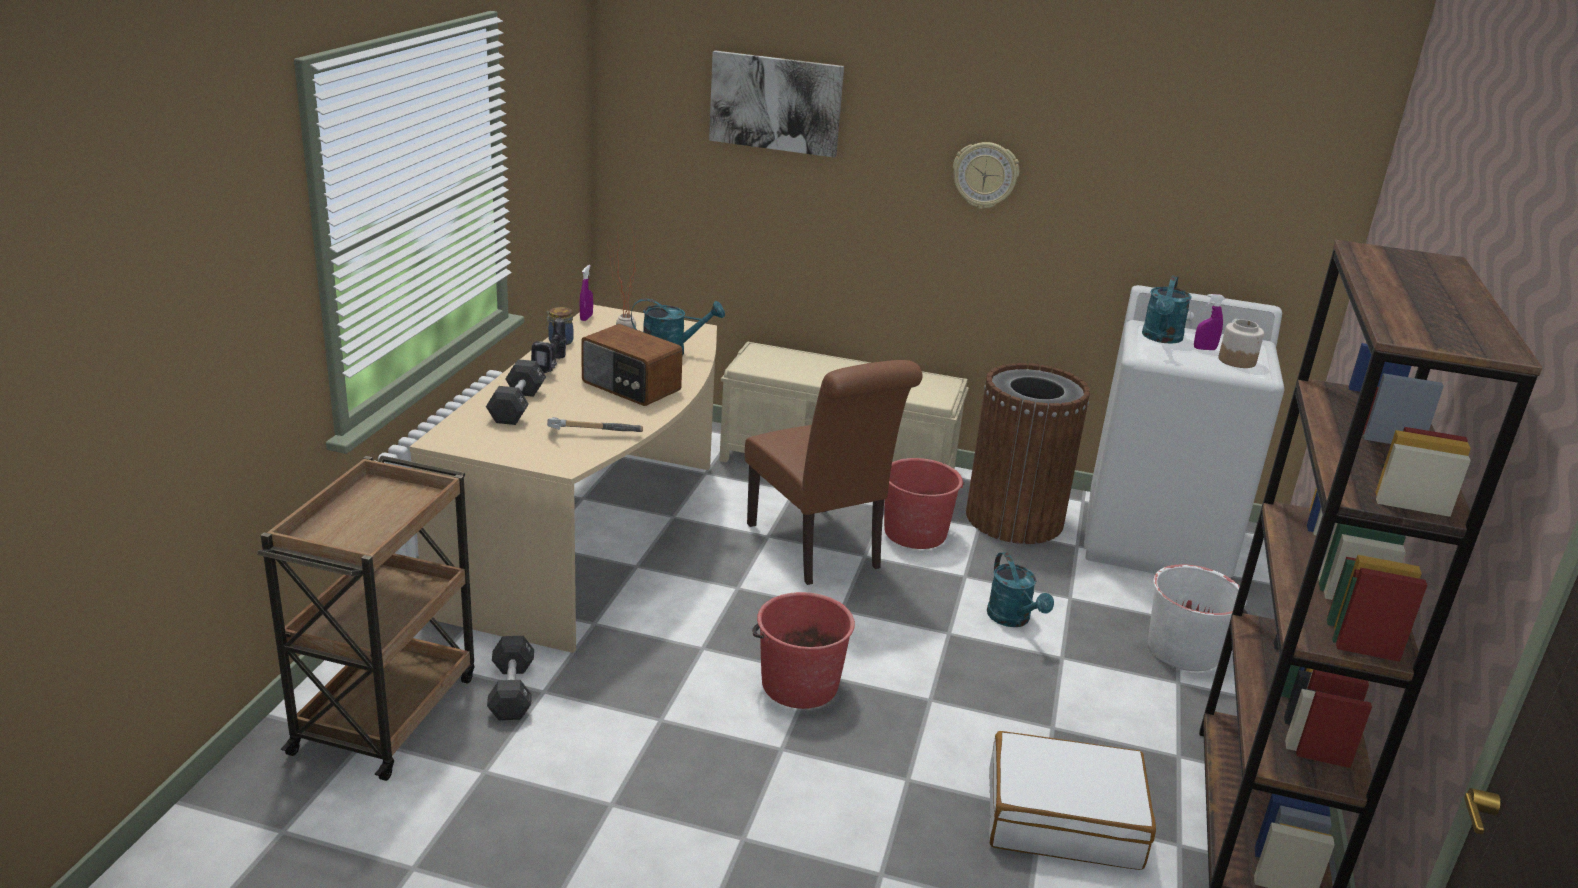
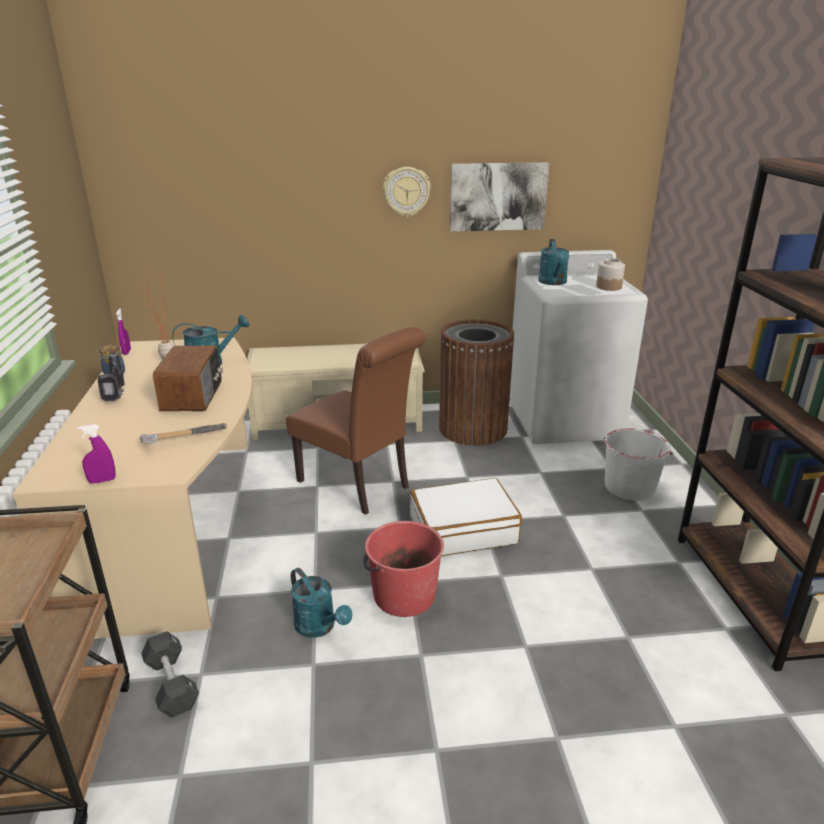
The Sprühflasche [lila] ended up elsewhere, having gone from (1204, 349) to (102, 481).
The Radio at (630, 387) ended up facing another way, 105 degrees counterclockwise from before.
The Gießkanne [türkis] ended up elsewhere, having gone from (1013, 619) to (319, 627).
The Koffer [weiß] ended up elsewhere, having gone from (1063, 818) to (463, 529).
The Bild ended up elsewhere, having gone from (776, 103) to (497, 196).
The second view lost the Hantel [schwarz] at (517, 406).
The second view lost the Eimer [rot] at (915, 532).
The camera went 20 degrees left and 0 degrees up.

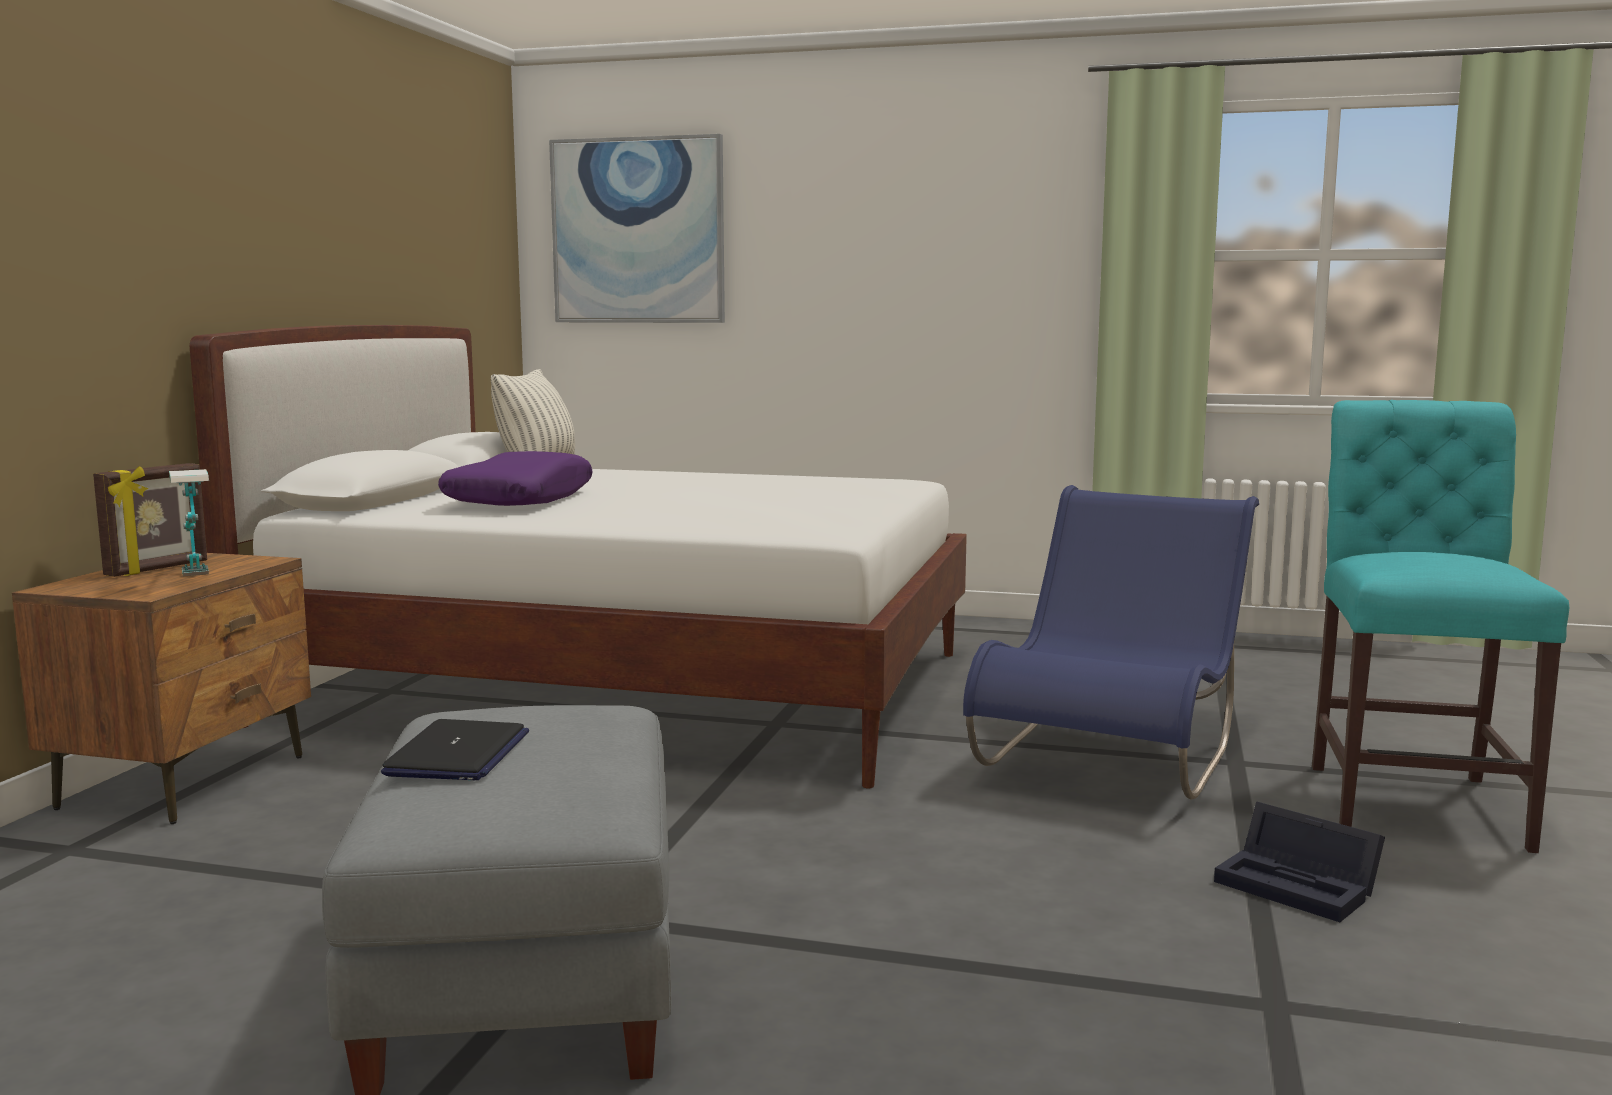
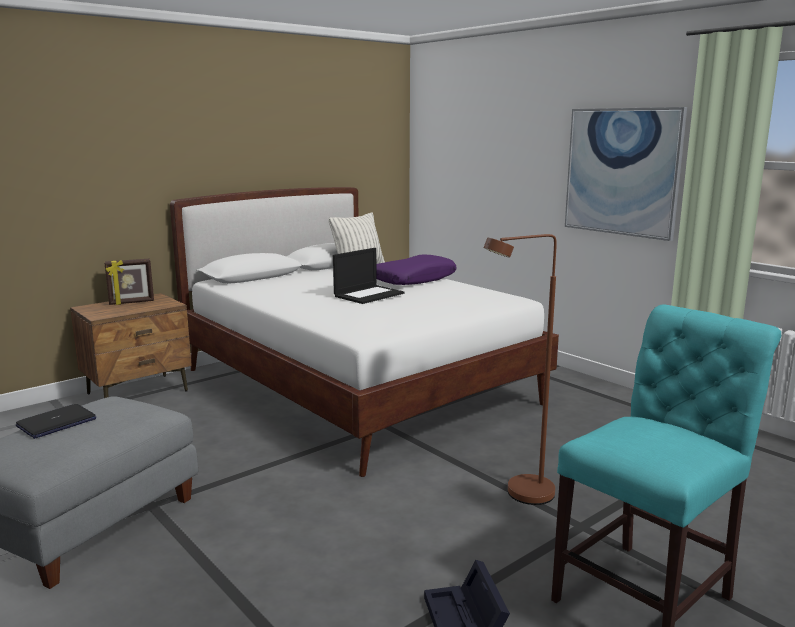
The second view gained the Laptop at (369, 295).
The Kissen [lila] ended up elsewhere, having gone from (519, 500) to (413, 279).
Where the Stuhl [blau] stood at (1113, 753), the Stehlampe [braun] came to stand at (520, 496).
The Bild ended up elsewhere, having gone from (638, 231) to (622, 172).
The second view lost the Tischlampe at (197, 580).
The camera went 35 degrees right and 5 degrees up.

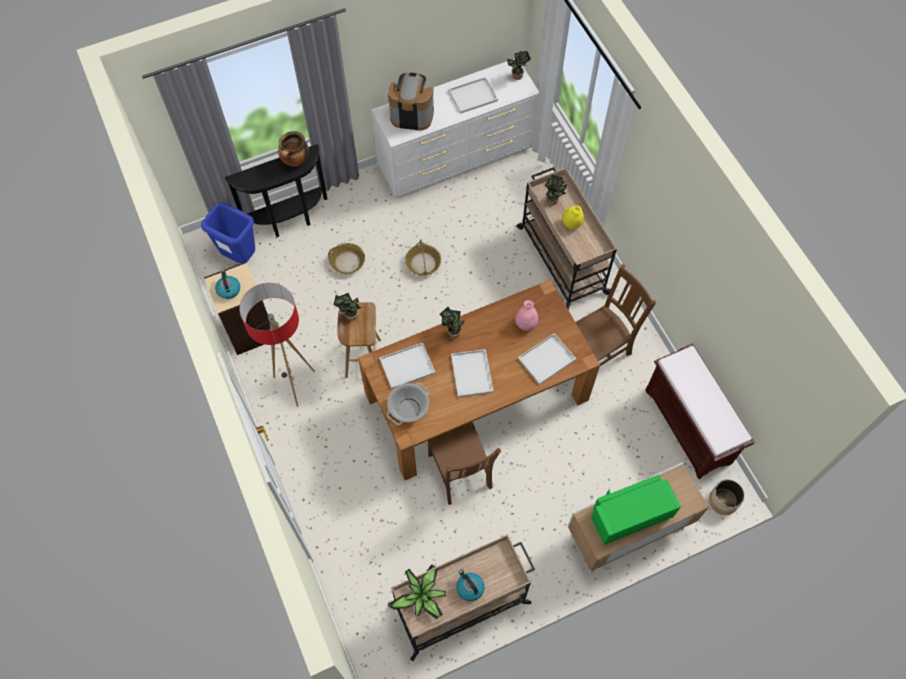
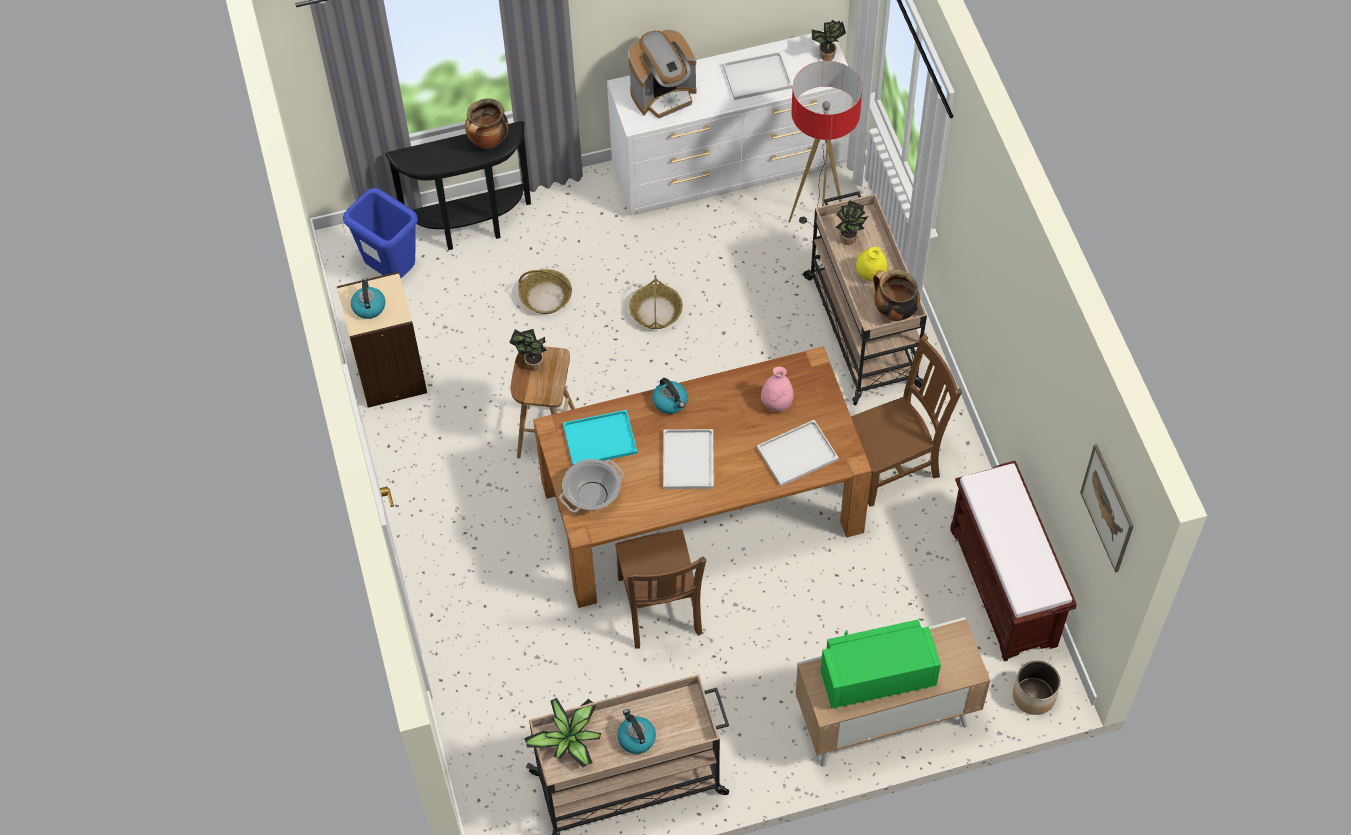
What was the Tablett [weiß] at (406, 367) turned into the Tablett [türkis] at (598, 440).
The Kaffeemaschine at (411, 115) ended up facing another way, 135 degrees clockwise from before.
Where the Topfpflanze stood at (452, 332), the Wasserkessel came to stand at (670, 402).
The Stehlampe ended up elsewhere, having gone from (295, 384) to (817, 234).
The second view gained the Kochtopf at (894, 312).
The second view gained the Bild at (1107, 508).
The camera went 10 degrees right and 5 degrees down.

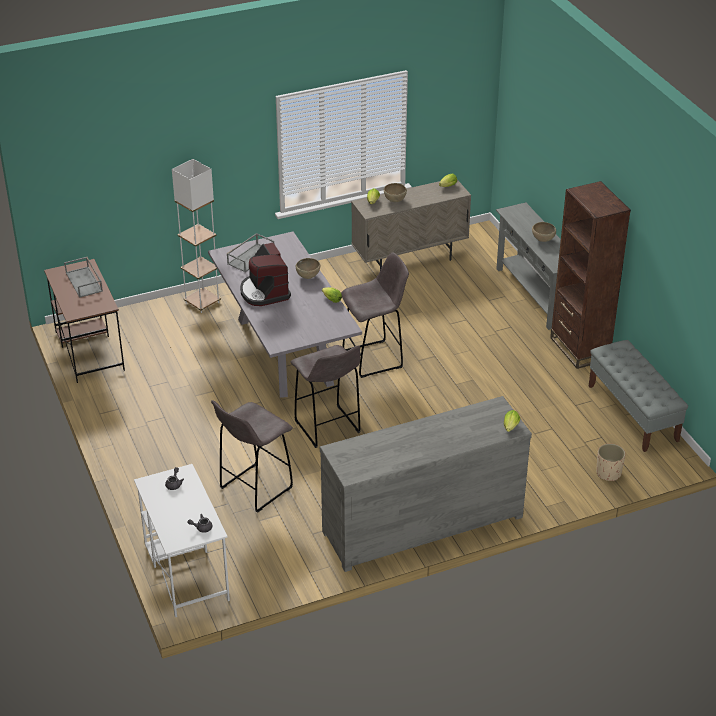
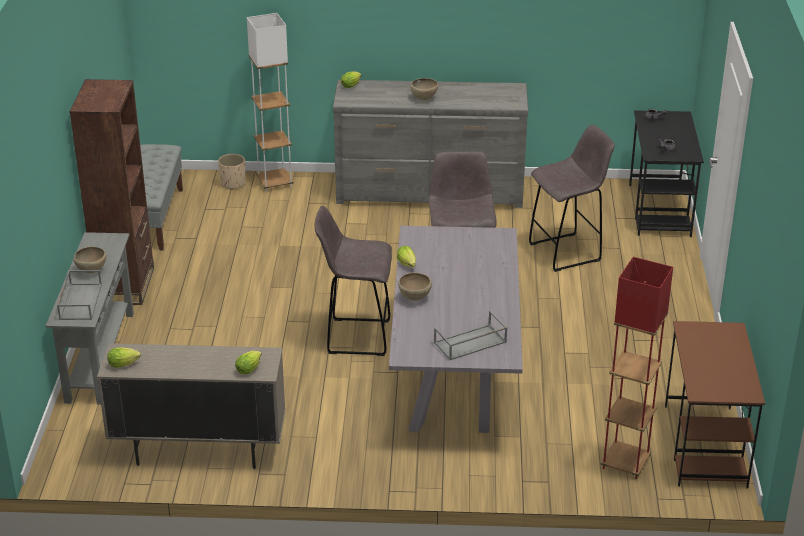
The Tablett [grau] ended up elsewhere, having gone from (84, 282) to (80, 301).
The Stehlampe [weiß] ended up elsewhere, having gone from (202, 303) to (275, 183).
The Schüssel [braun] ended up elsewhere, having gone from (394, 201) to (424, 98).
The second view gained the Stehlampe [rot] at (625, 463).
What was the Schreibtisch [weiß] at (186, 571) turned into the Schreibtisch [schwarz] at (659, 210).
The second view lost the Kaffeemaschine at (264, 292).
The camera went 155 degrees left and 5 degrees down.

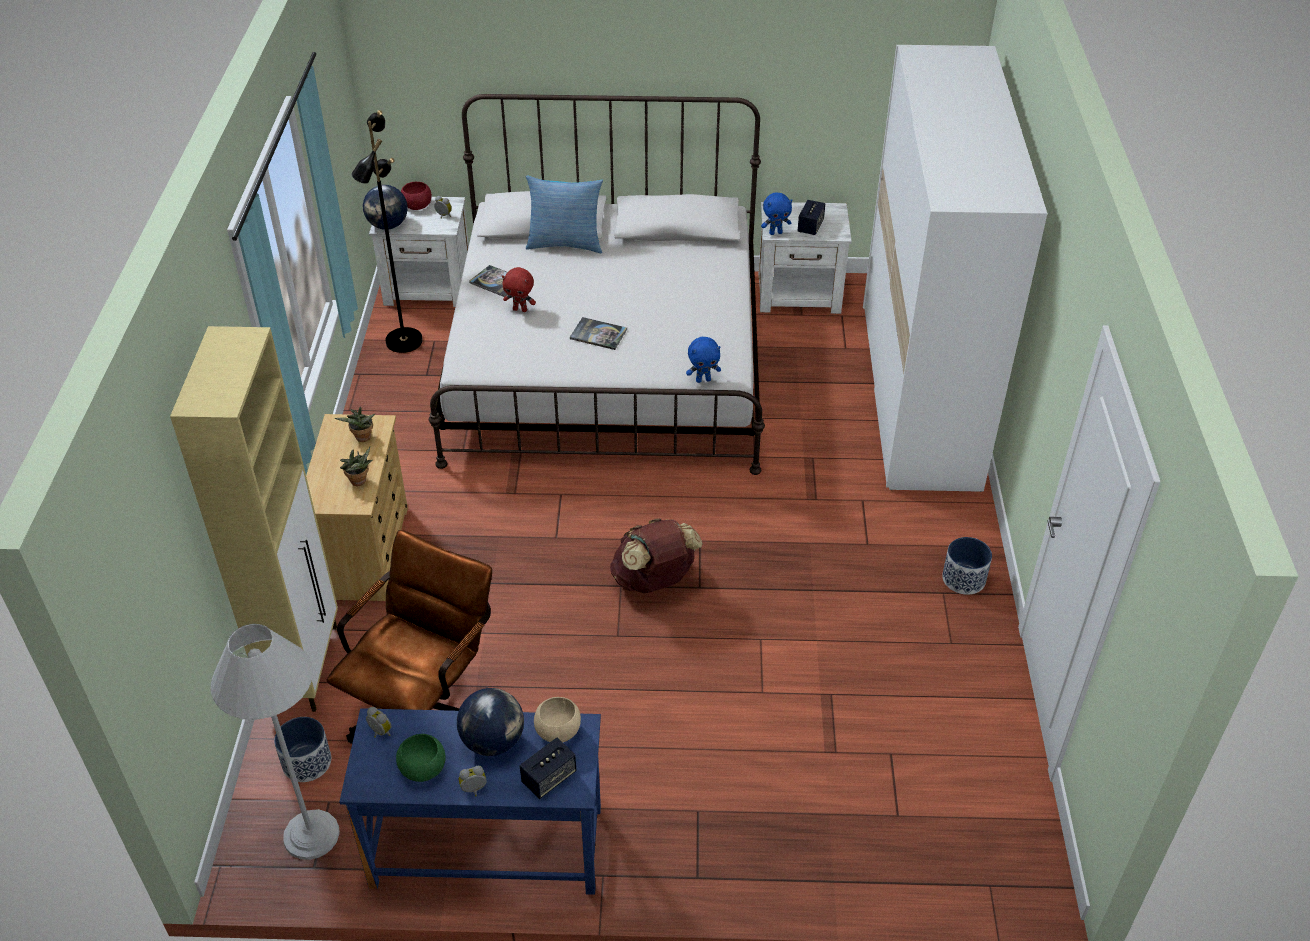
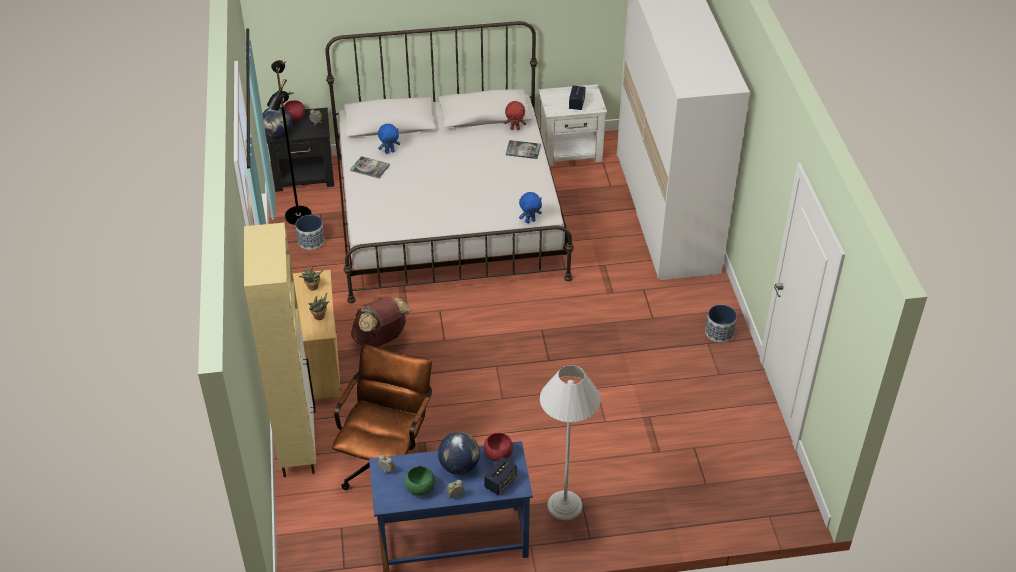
What was the Nachttisch [weiß] at (429, 288) turned into the Nachttisch [schwarz] at (305, 175).
The Pflanzkübel ended up elsewhere, having gone from (306, 762) to (311, 241).
The Rucksack [braun] ended up elsewhere, having gone from (654, 581) to (381, 339).
The Plüschtier [blau] ended up elsewhere, having gone from (775, 232) to (389, 151).
What was the Schüssel [beige] at (557, 731) turned into the Schüssel [rot] at (498, 454).
The Plüschtier [rot] ended up elsewhere, having gone from (520, 309) to (515, 129).
The Buch ended up elsewhere, having gone from (598, 334) to (523, 150).
The Stehlampe [weiß] ended up elsewhere, having gone from (311, 835) to (564, 506).
The second view lost the Kissen at (565, 243).
The camera went 10 degrees left and 0 degrees up.

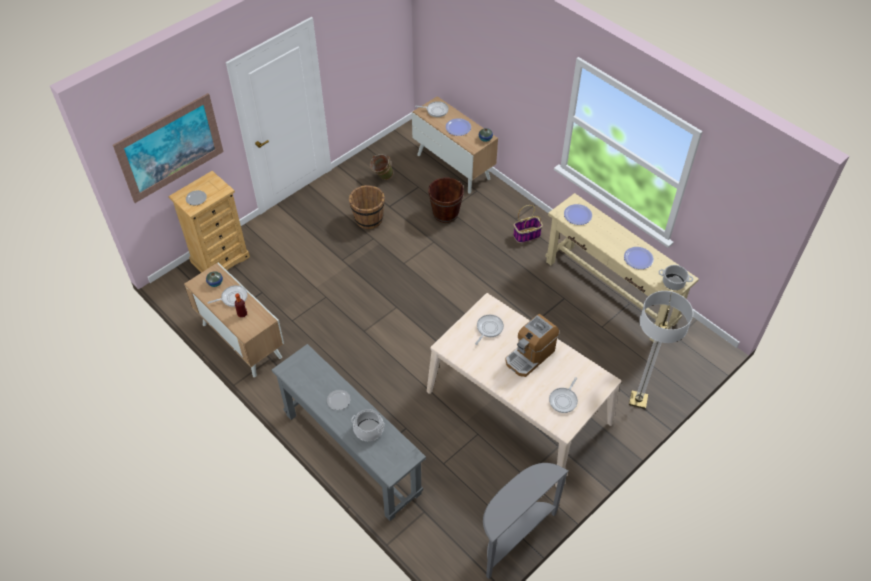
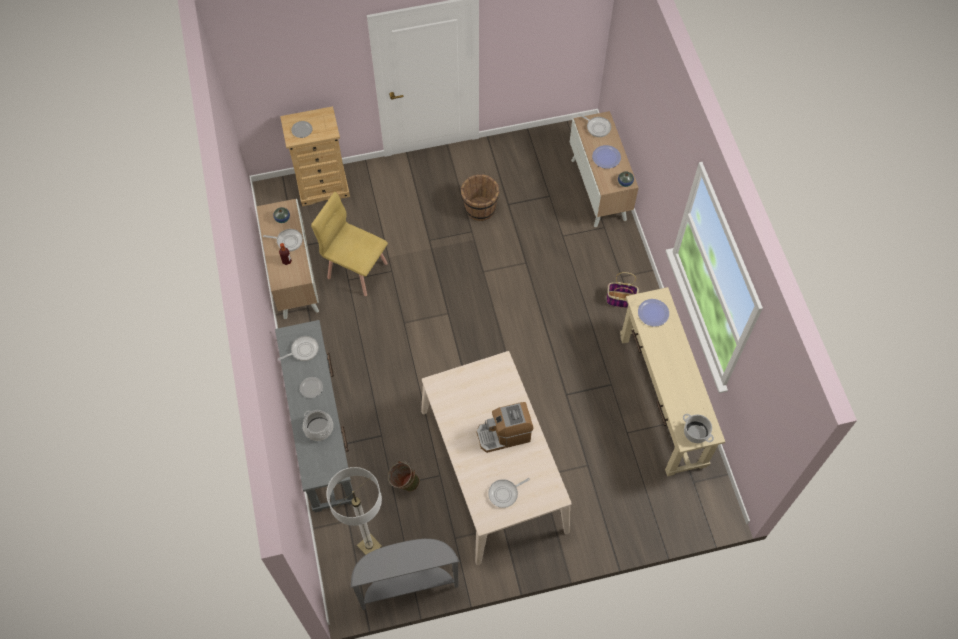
The Pfanne ended up elsewhere, having gone from (488, 329) to (303, 350).
The second view gained the Stuhl [gelb] at (357, 270).
The Stehlampe ended up elsewhere, having gone from (638, 400) to (369, 546).
The Eimer [grün] ended up elsewhere, having gone from (381, 177) to (404, 484).
The second view lost the Bild at (170, 148).
The second view lost the Eimer [braun] at (445, 213).
The second view lost the Teller at (638, 258).
The camera went 30 degrees right and 10 degrees up.

